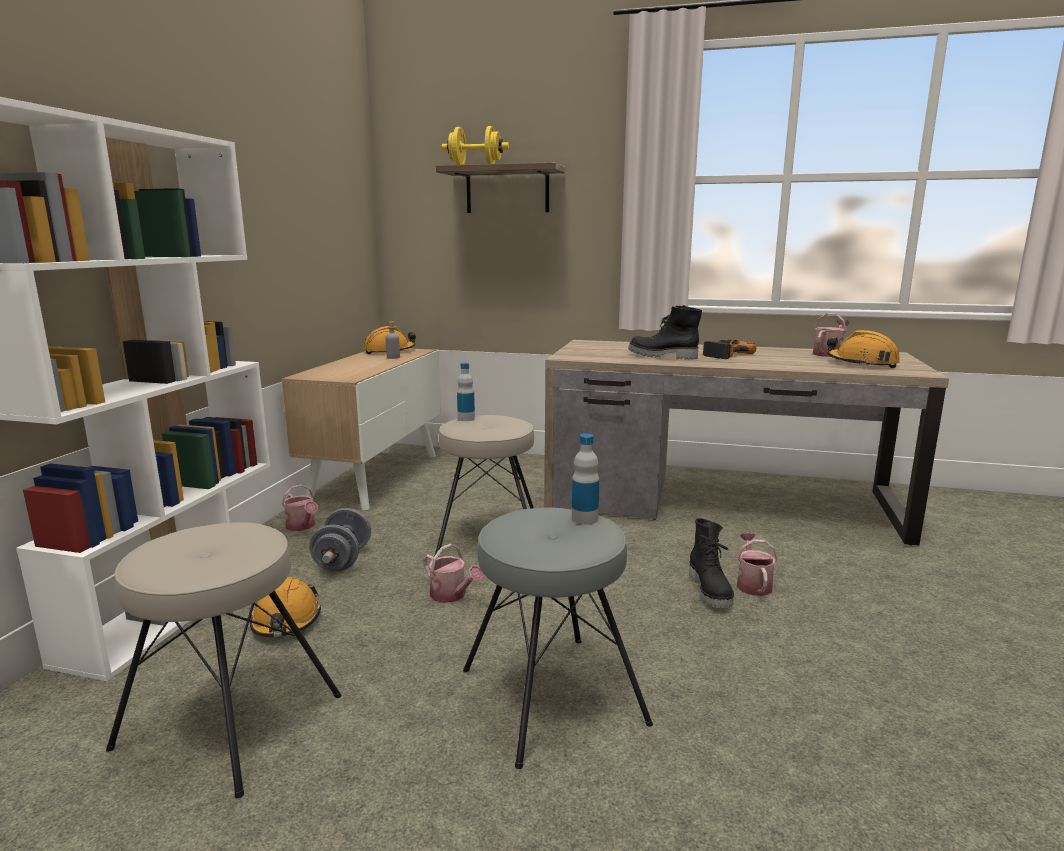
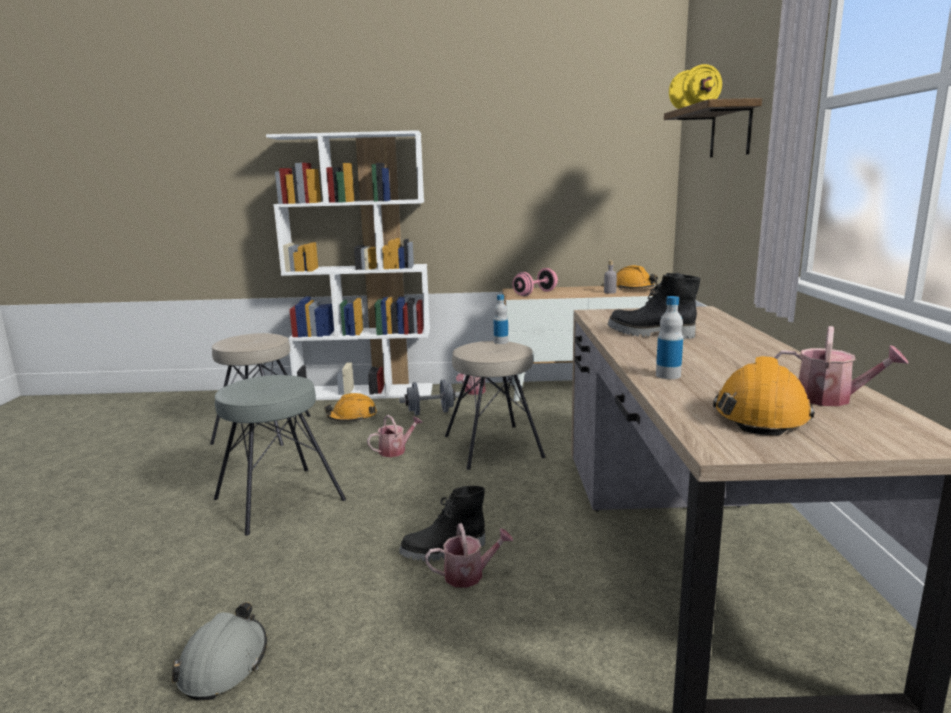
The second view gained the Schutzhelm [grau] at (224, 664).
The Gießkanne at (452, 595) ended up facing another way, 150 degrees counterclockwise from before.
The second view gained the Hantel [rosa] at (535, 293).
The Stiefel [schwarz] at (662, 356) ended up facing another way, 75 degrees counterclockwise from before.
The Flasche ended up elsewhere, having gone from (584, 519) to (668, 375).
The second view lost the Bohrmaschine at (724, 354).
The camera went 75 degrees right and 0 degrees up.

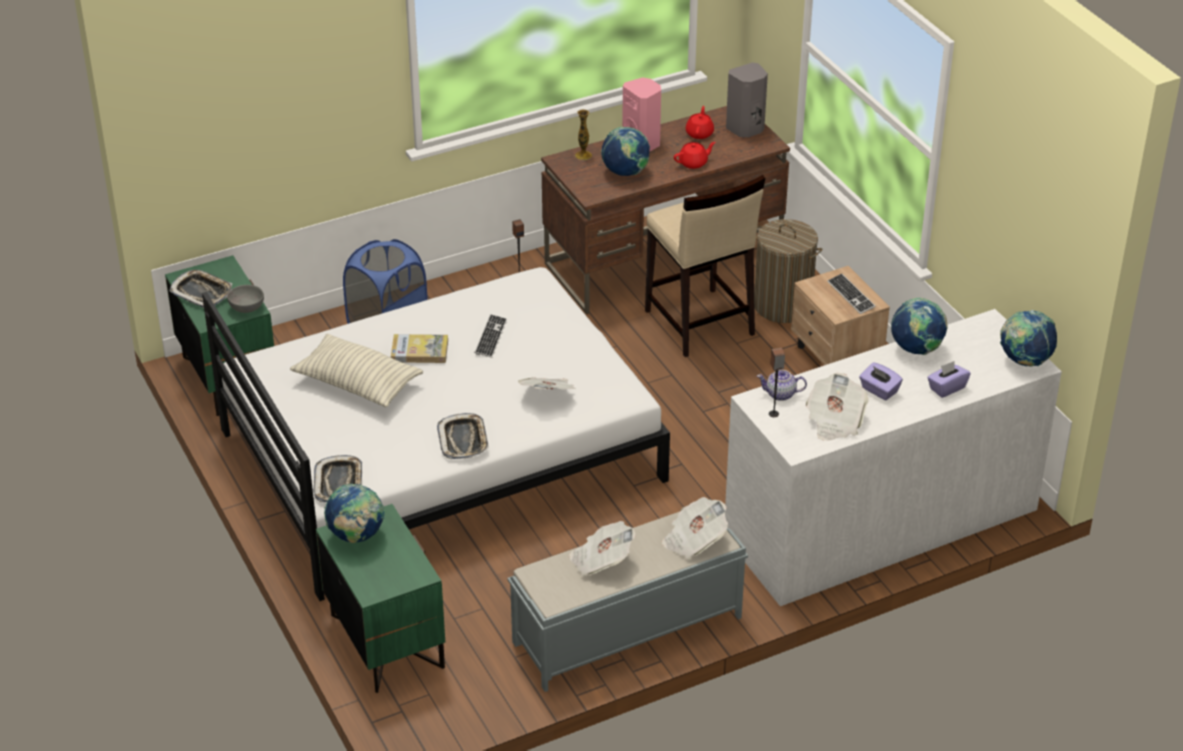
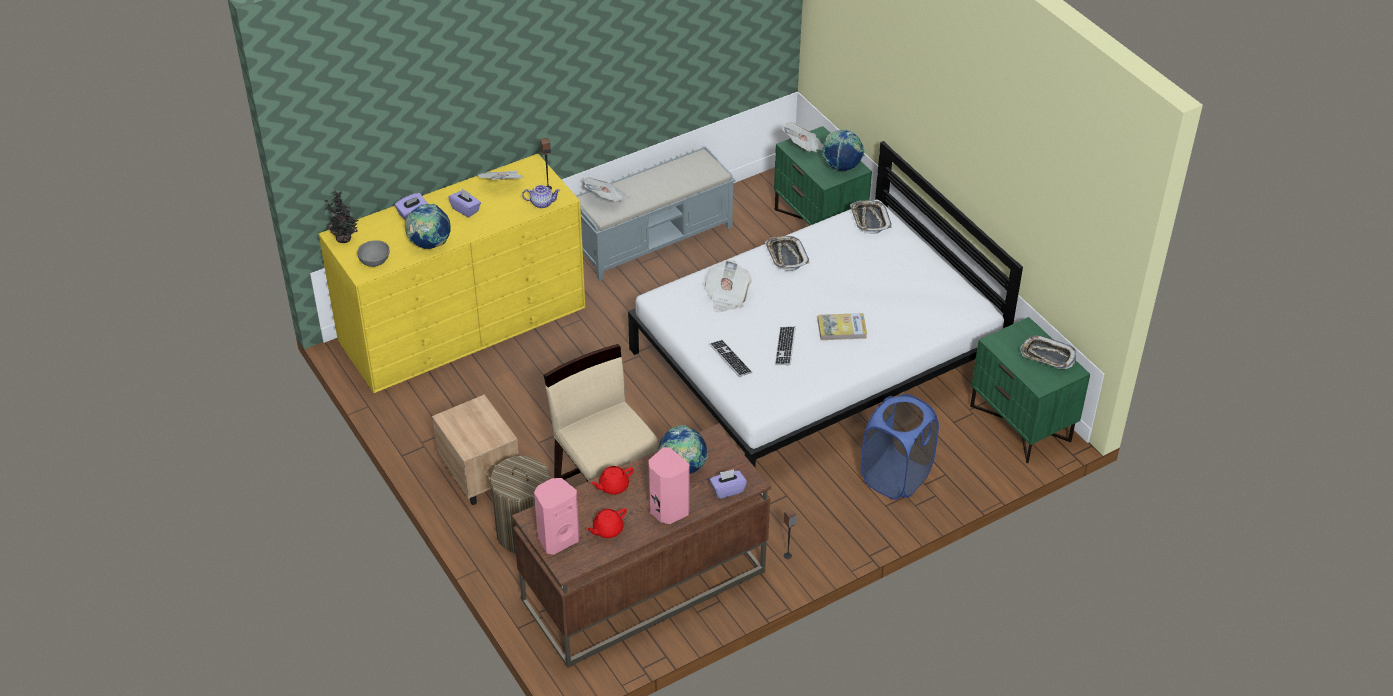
What was the Kommode [weiß] at (880, 523) turned into the Kommode [gelb] at (463, 324).
Where the Globus stood at (1024, 361), the Topfpflanze came to stand at (345, 239).
The Schüssel [grau] ended up elsewhere, having gone from (246, 308) to (375, 261).
What was the Lautsprecher [grau] at (746, 129) turned into the Lautsprecher [rosa] at (557, 538).
The Teekanne [rot] at (699, 133) ended up facing another way, 45 degrees clockwise from before.
The Tastatur ended up elsewhere, having gone from (850, 295) to (730, 359).
Where the Vase stood at (583, 155), the Taschentuchbox [lila] came to stand at (727, 490).
The Zeitung ended up elsewhere, having gone from (601, 561) to (804, 147).
The second view lost the Kissen at (357, 383).
The camera went 175 degrees right and 5 degrees up.

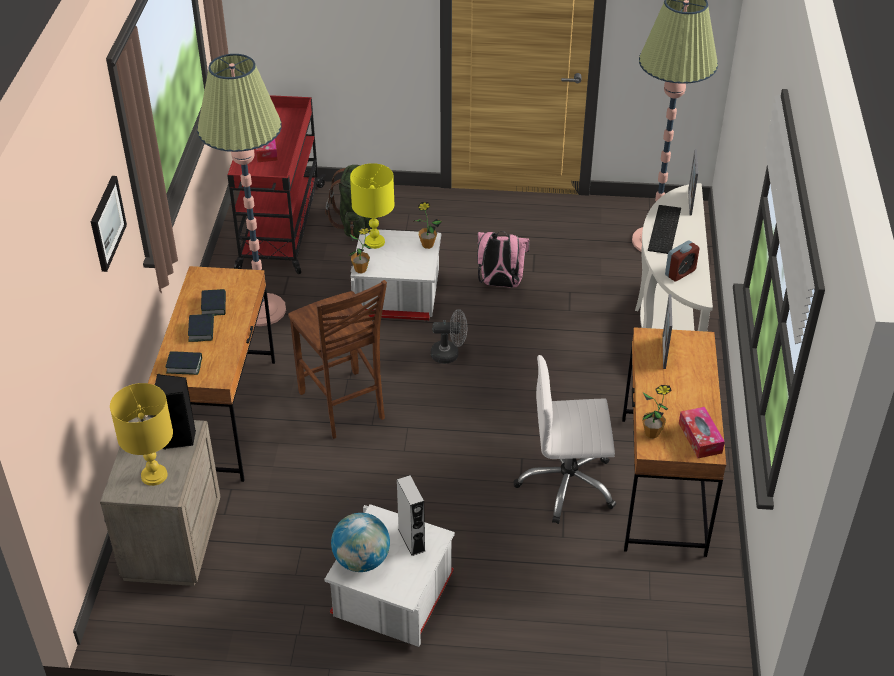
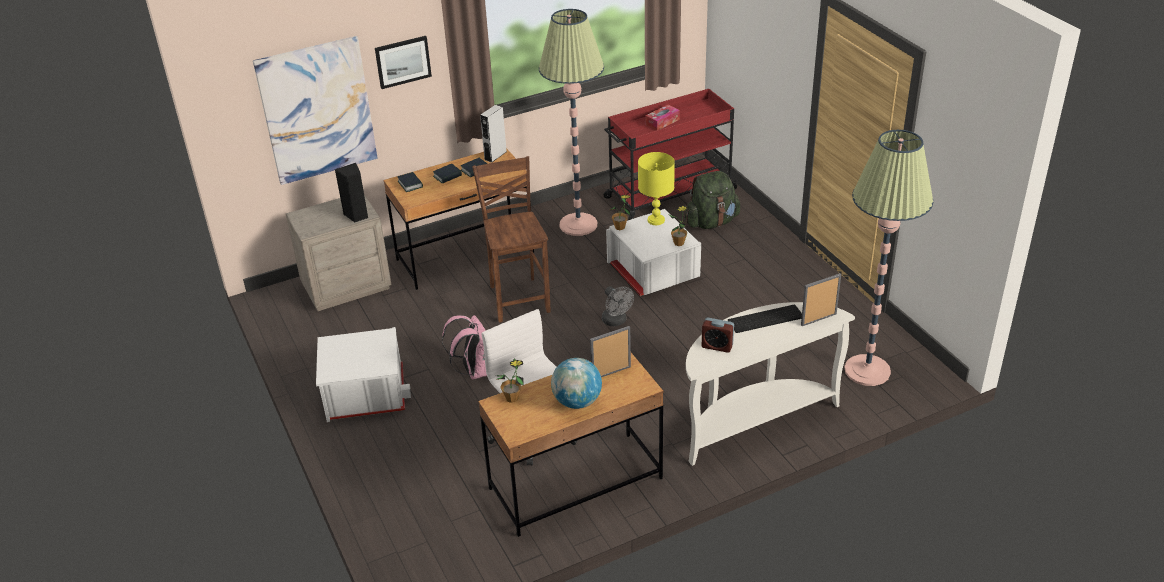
The second view gained the Bild at (317, 110).
The Rucksack [rosa] ended up elsewhere, having gone from (500, 284) to (474, 370).
The Stuhl [braun] at (343, 406) ended up facing another way, 135 degrees clockwise from before.
The Lautsprecher [grau] ended up elsewhere, having gone from (411, 540) to (495, 155).
The Globus ended up elsewhere, having gone from (361, 560) to (577, 401).
The second view lost the Tischlampe [gelb] at (153, 475).
The second view lost the Taschentuchbox at (700, 438).
The camera went 60 degrees right and 5 degrees down.

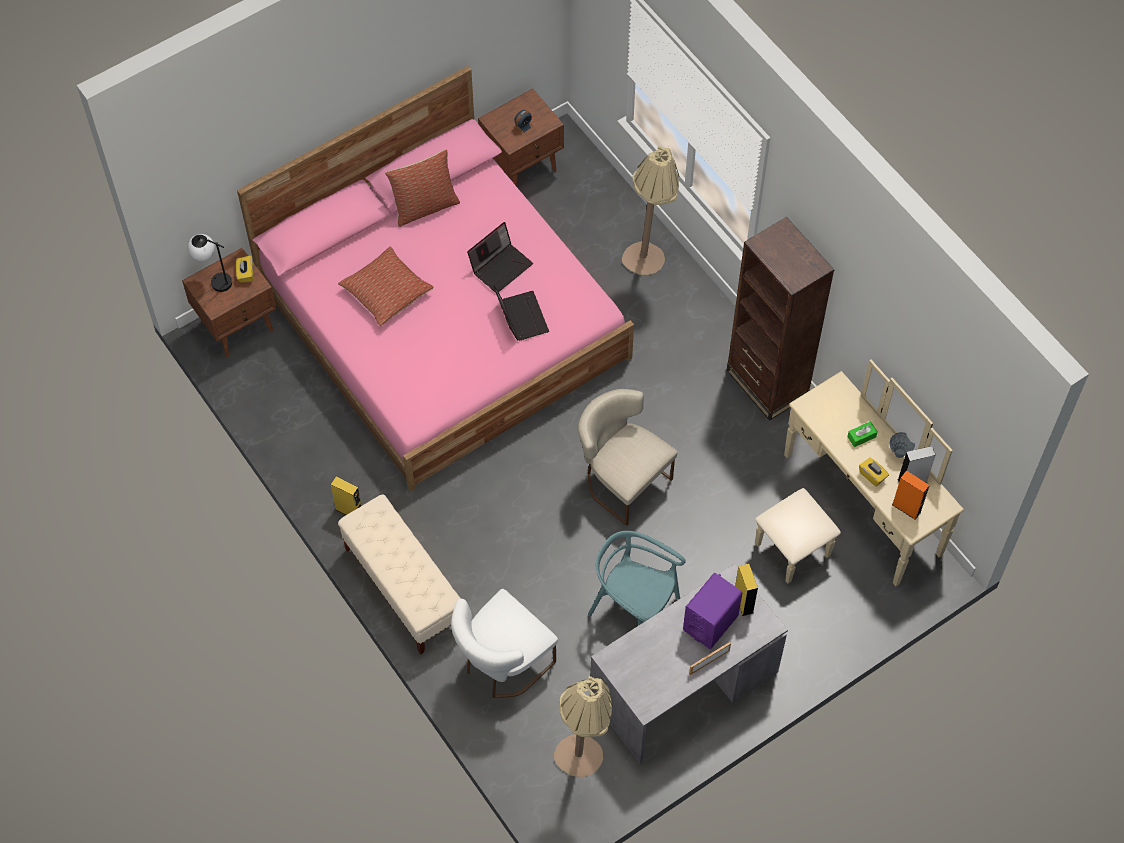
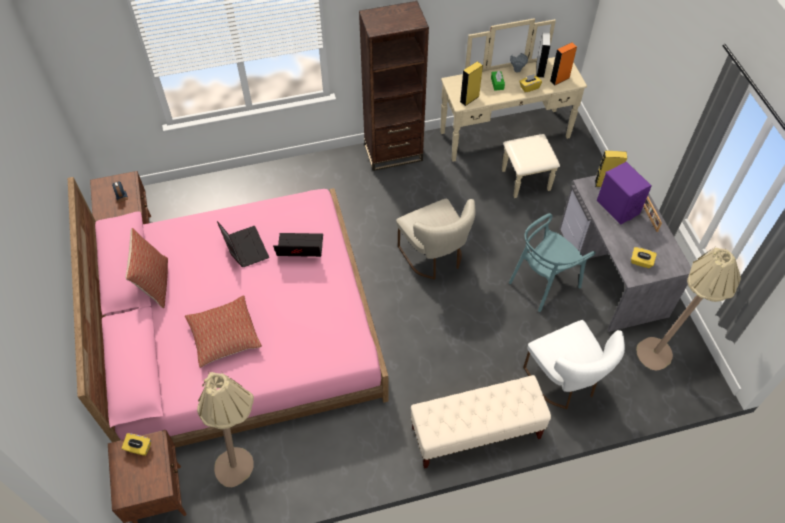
The Stehlampe [beige] ended up elsewhere, having gone from (647, 266) to (243, 466).
The Stuhl [beige] at (621, 480) ended up facing another way, 90 degrees counterclockwise from before.
The Lautsprecher [gelb] ended up elsewhere, having gone from (349, 511) to (469, 99).
The second view gained the Taschentuchbox [gelb] at (641, 262).
The second view lost the Tischlampe at (214, 280).
The camera went 70 degrees left and 5 degrees down.

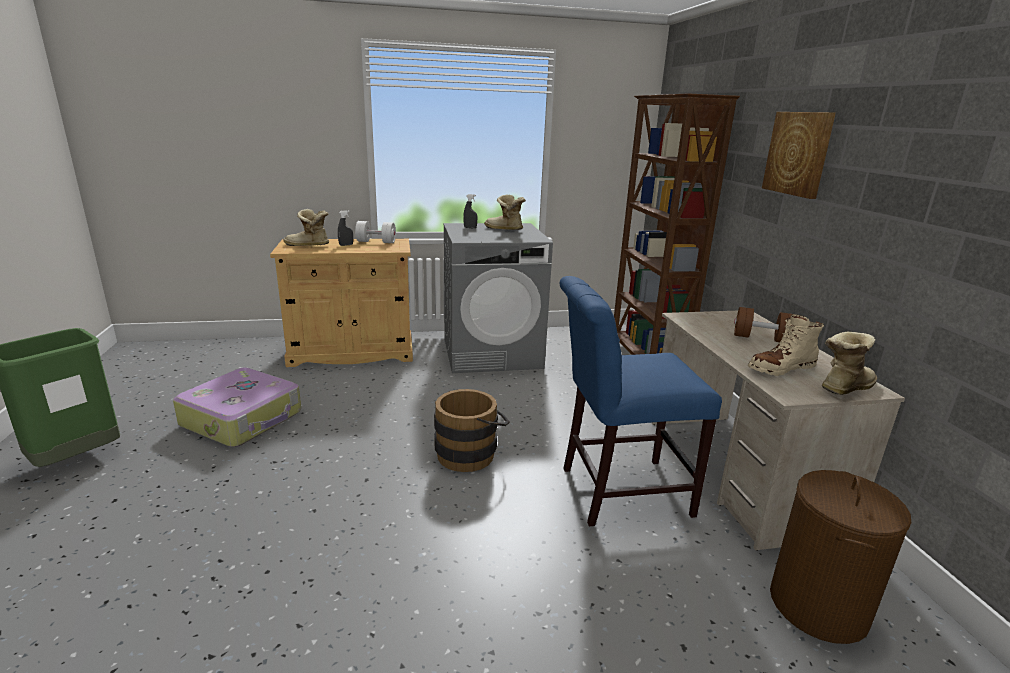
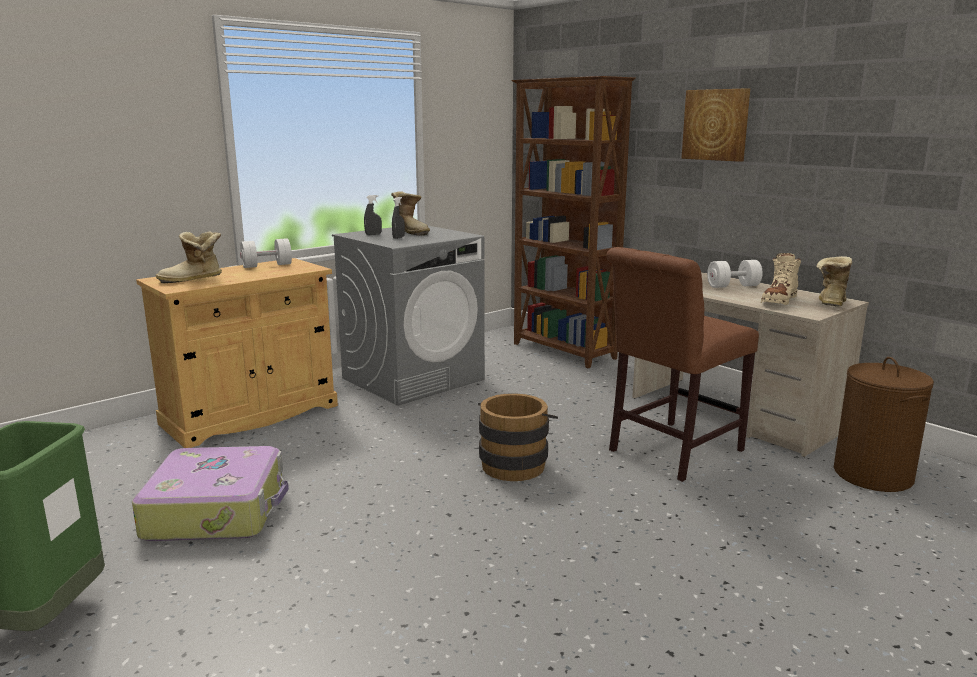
The Stiefel at (503, 229) ended up facing another way, 135 degrees counterclockwise from before.
The Sprühflasche [grau] ended up elsewhere, having gone from (346, 245) to (398, 238).
What was the Stuhl [blau] at (617, 491) turned into the Stuhl [braun] at (670, 452).
What was the Hantel [braun] at (761, 338) turned into the Hantel [weiß] at (733, 286).
The camera went 30 degrees left and 5 degrees down.

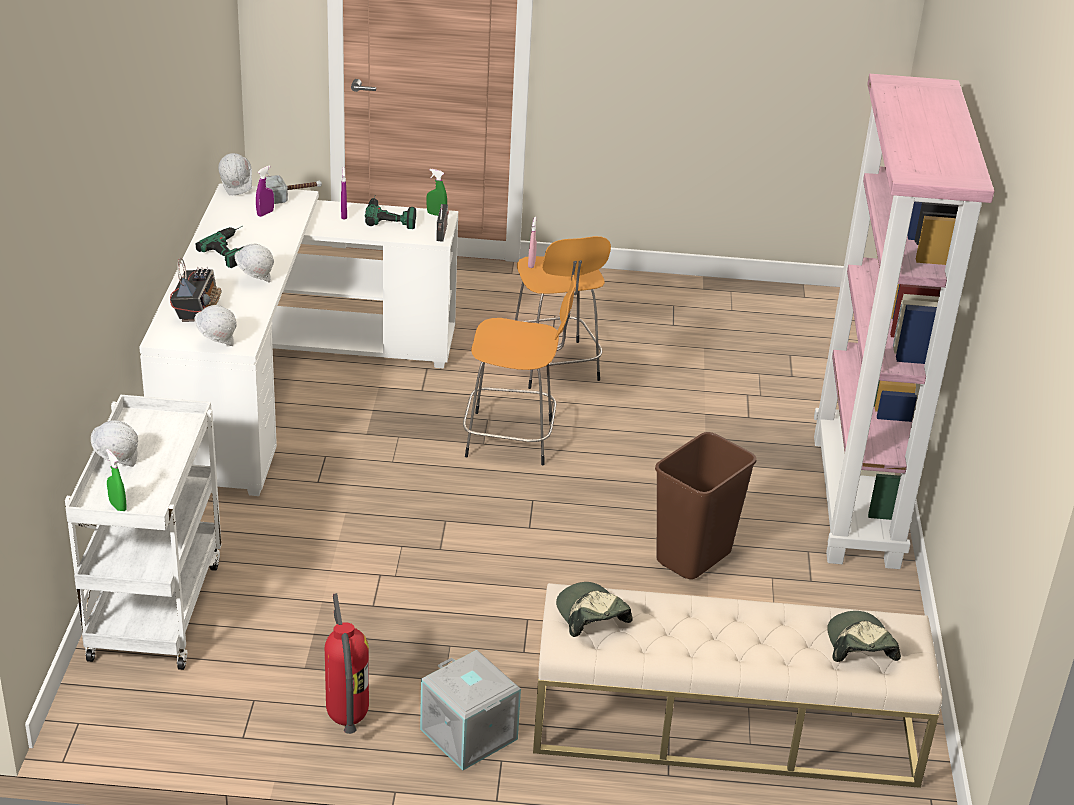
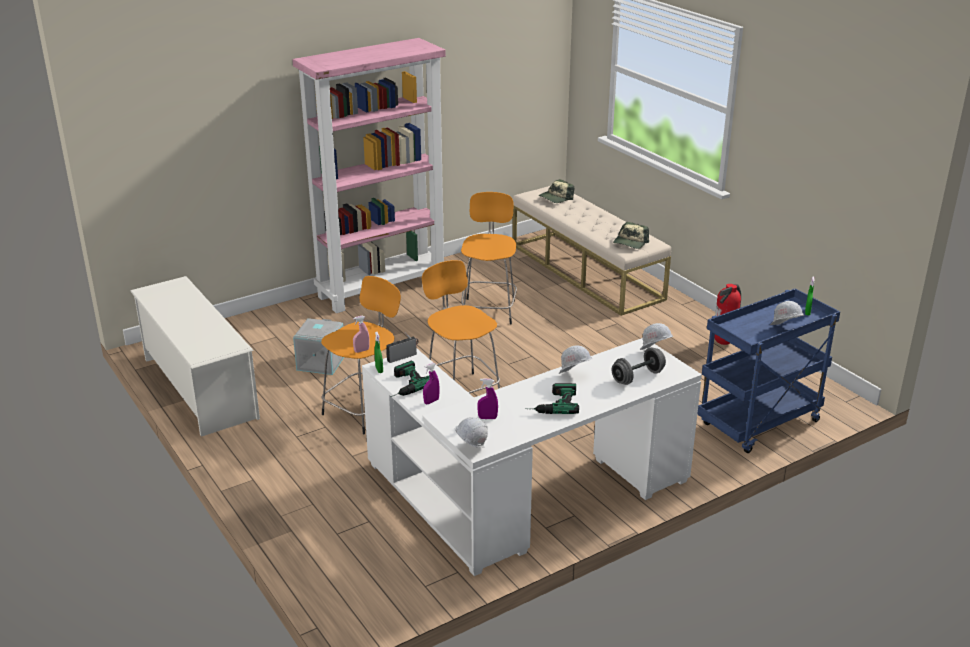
The second view gained the Schuhregal [weiß] at (199, 387).
The Aufbewahrungsbox [grau] ended up elsewhere, having gone from (470, 734) to (320, 362).
Where the Mülleimer [braun] stood at (694, 558), the Hocker [orange] came to stand at (489, 310).
Where the Radio stood at (196, 310), the Hantel [grau] came to stand at (637, 377).
What was the Rollwagen [weiß] at (154, 607) turned into the Rollwagen [blau] at (759, 424).
The second view lost the Hammer at (292, 195).
The camera went 125 degrees left and 5 degrees down.

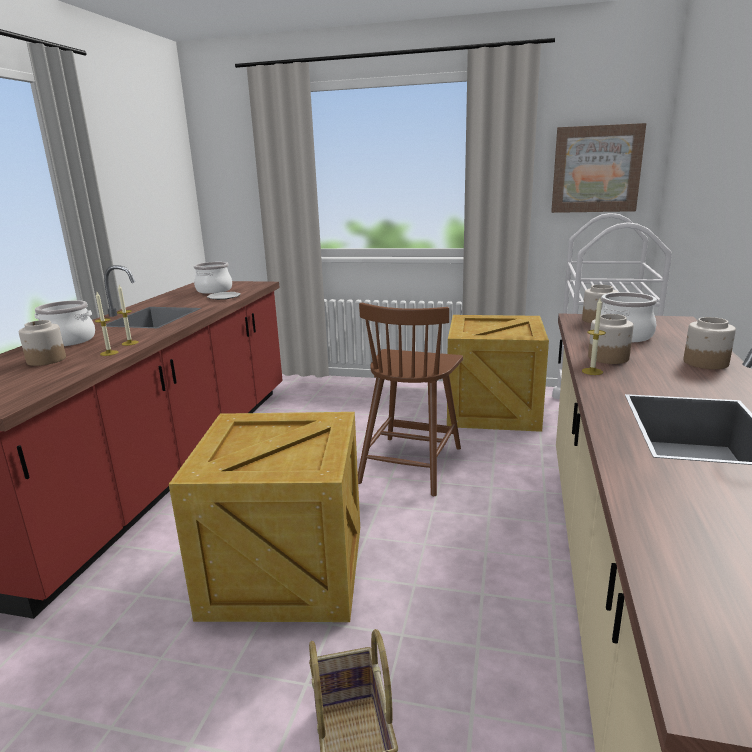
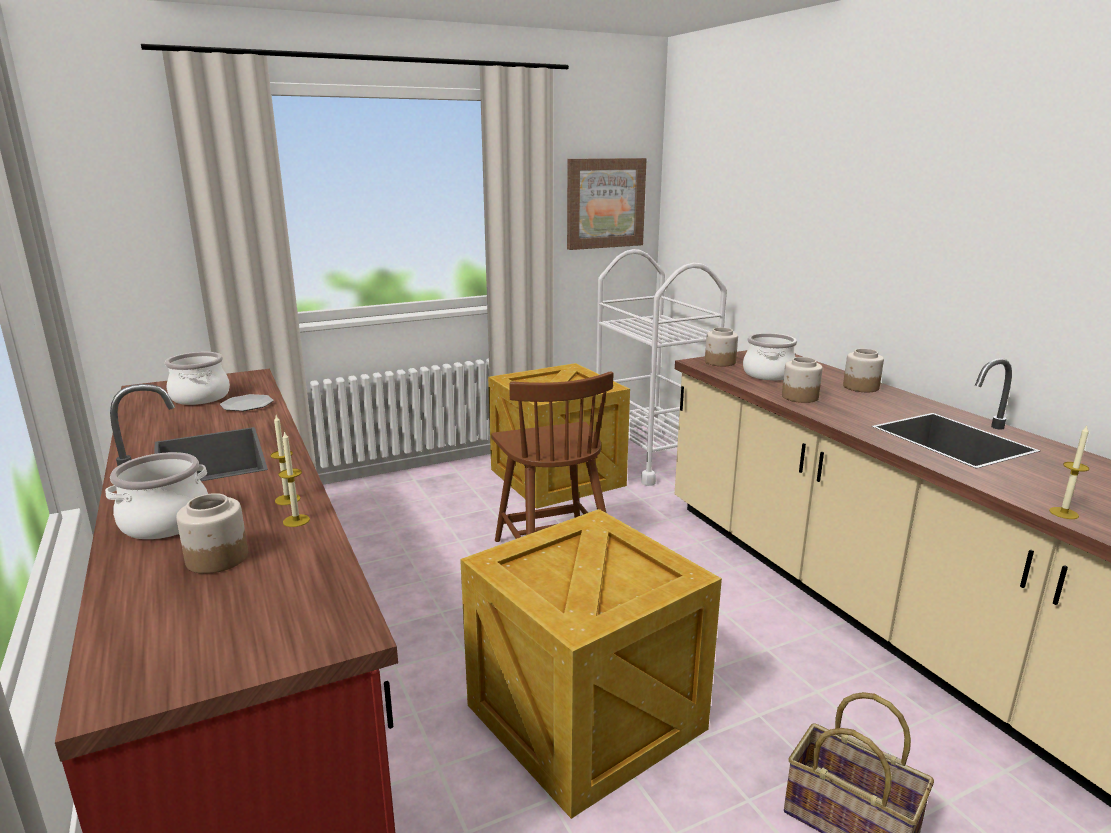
The Kerze ended up elsewhere, having gone from (592, 371) to (1063, 513).
The camera went 40 degrees left and 0 degrees up.

